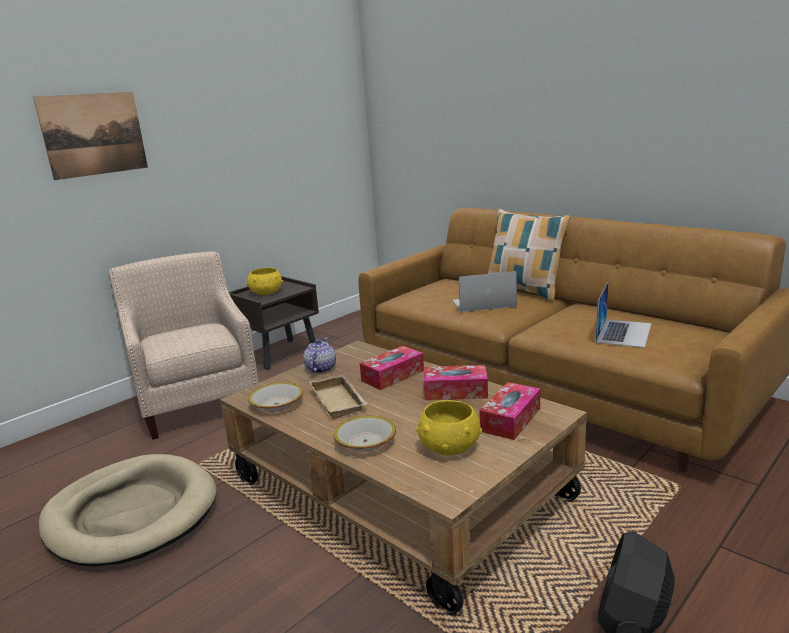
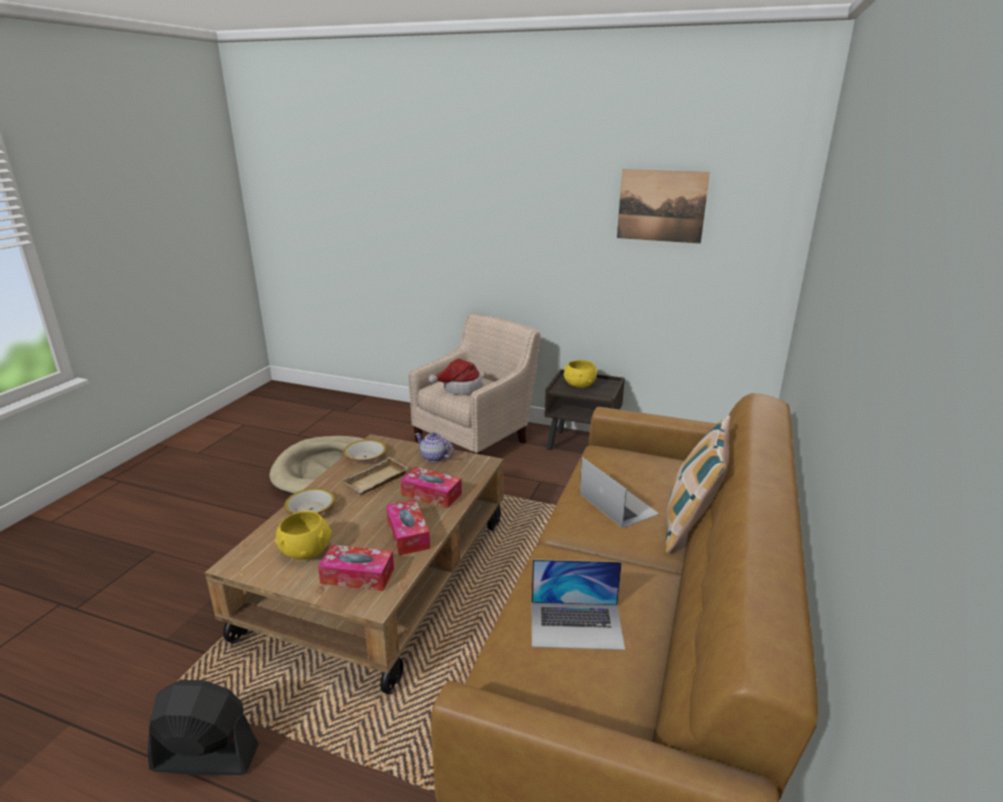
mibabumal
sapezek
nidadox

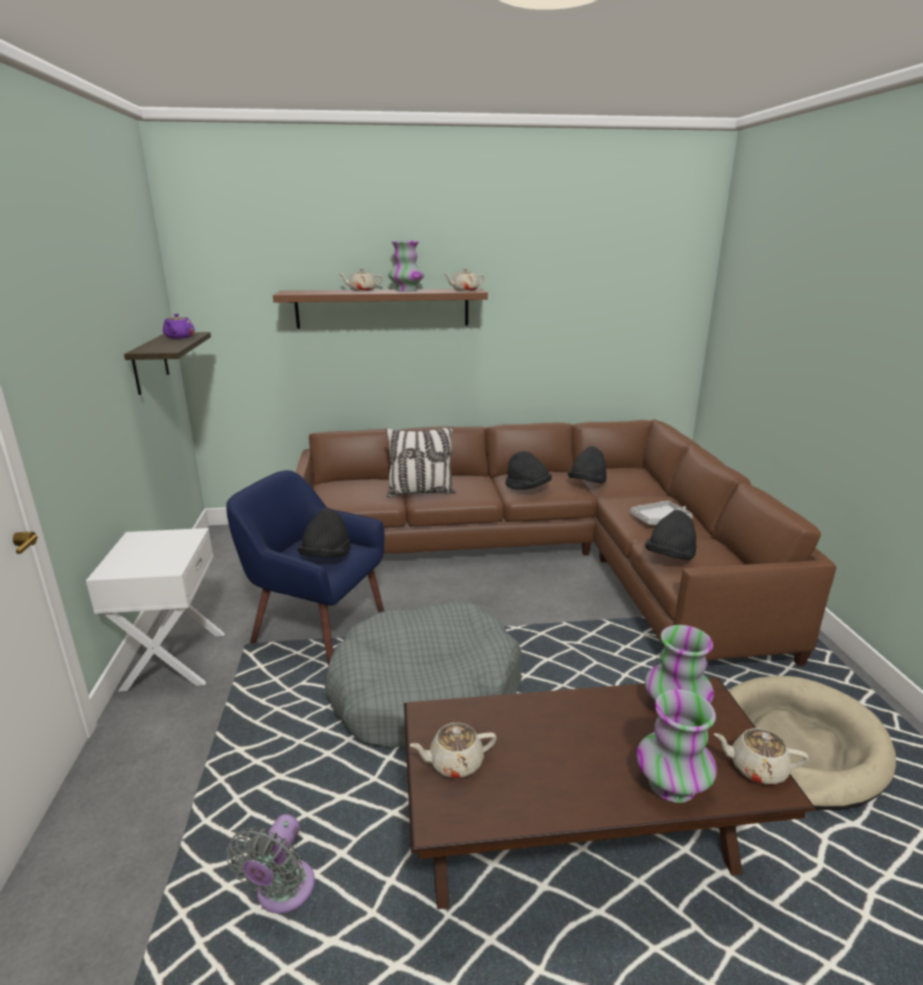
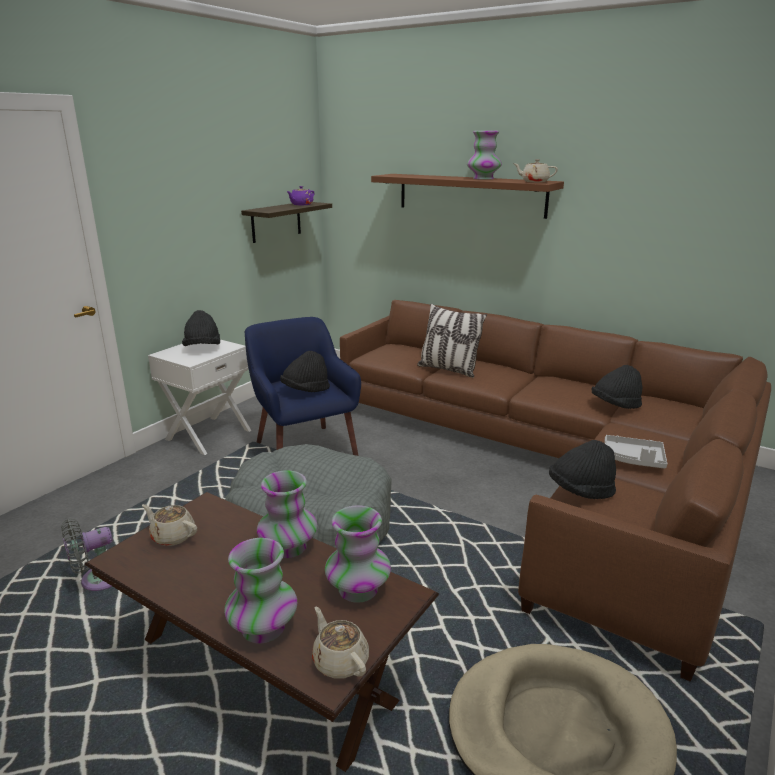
black sapezek (1st from left)
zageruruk (2nd from left)
beige mibabumal (1st from left in the first image)

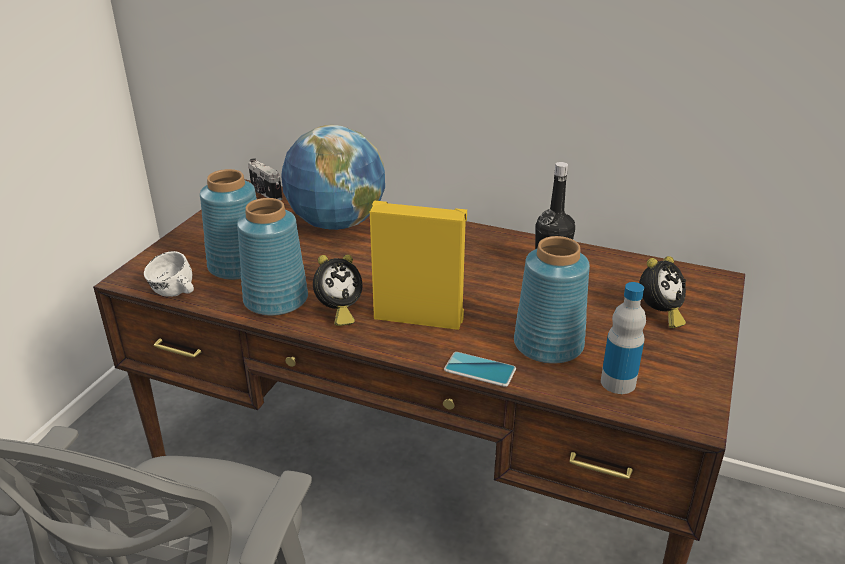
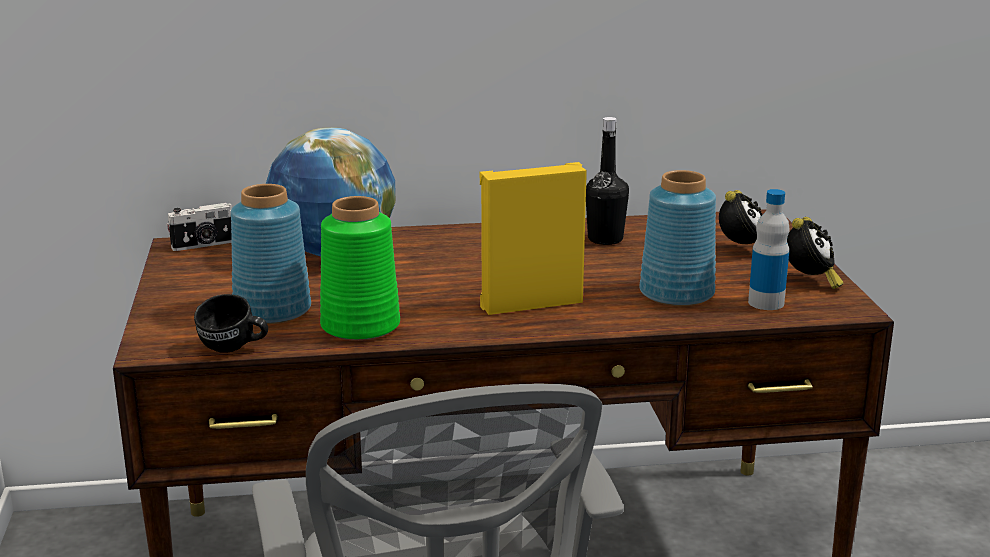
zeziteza
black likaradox
green zageruruk
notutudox (2nd from left)
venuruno

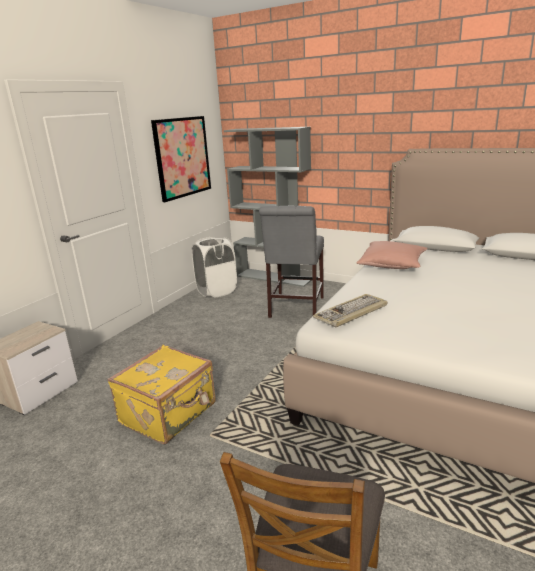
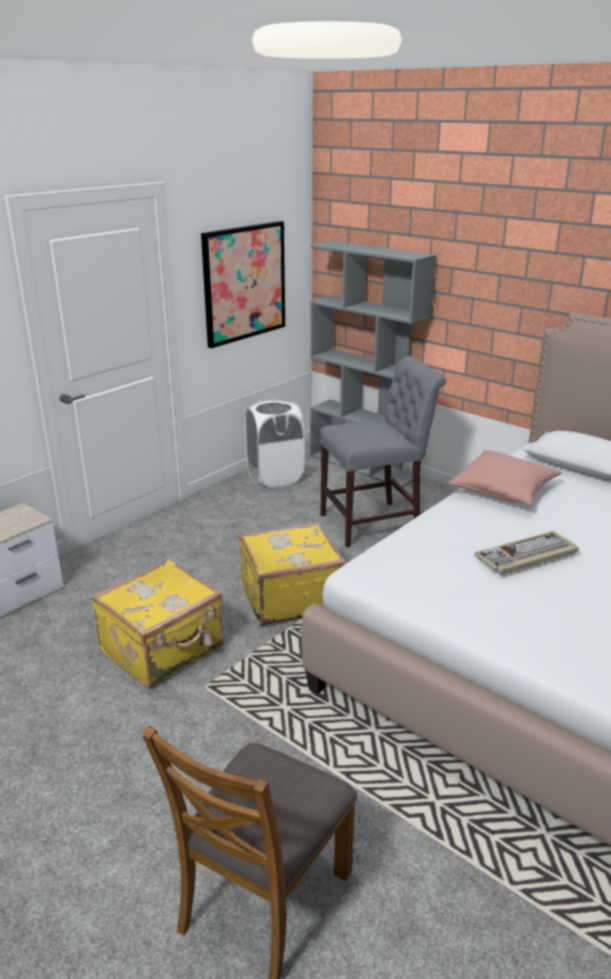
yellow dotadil (2nd from left)
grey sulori
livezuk

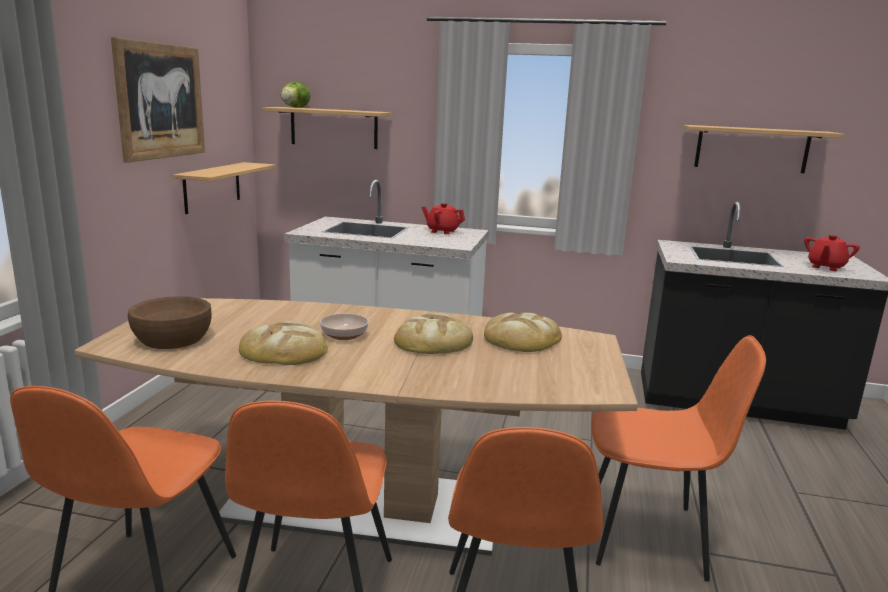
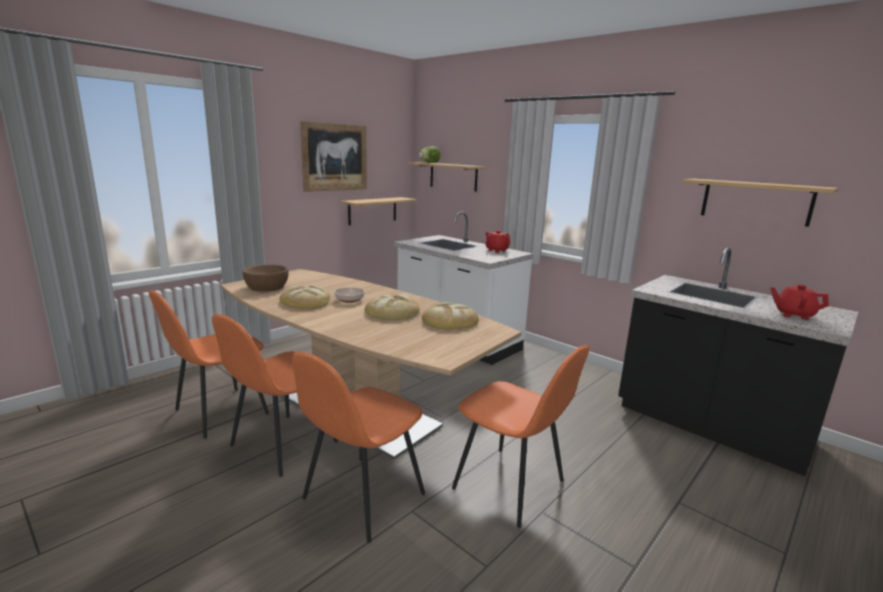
red mibabumal (2nd from left)

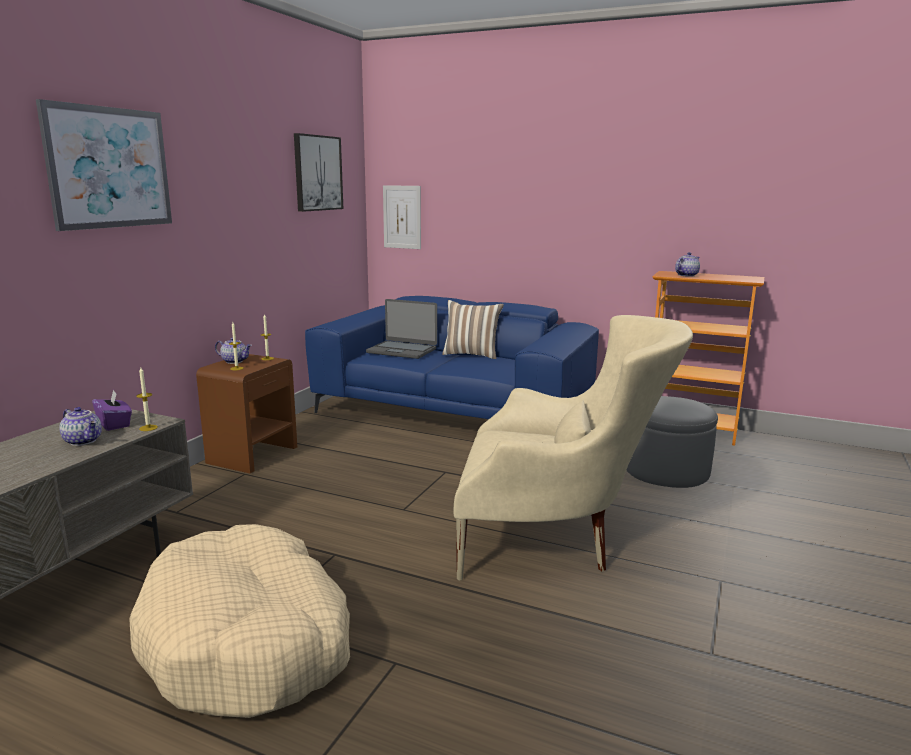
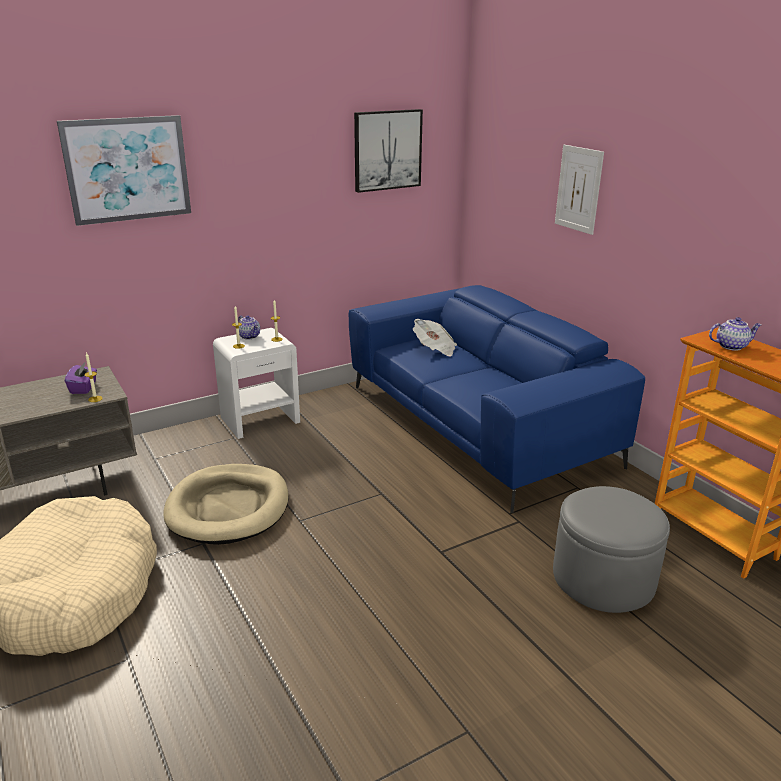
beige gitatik (2nd from left)
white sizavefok
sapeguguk
nidadox (3rd from left)
mibabumal (1st from left in the first image)
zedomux
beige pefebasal

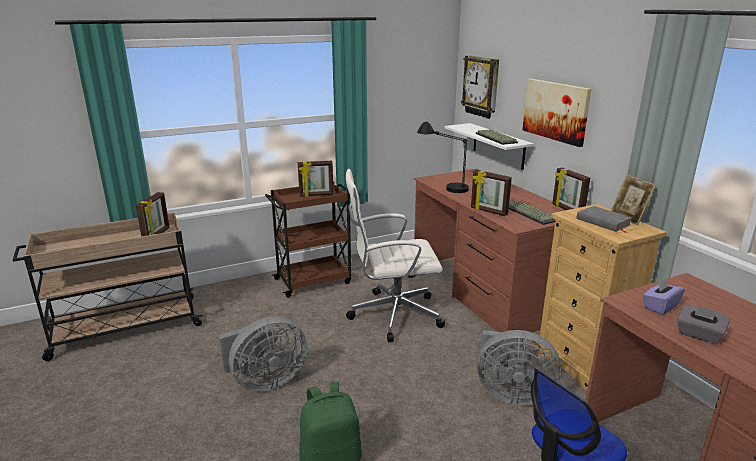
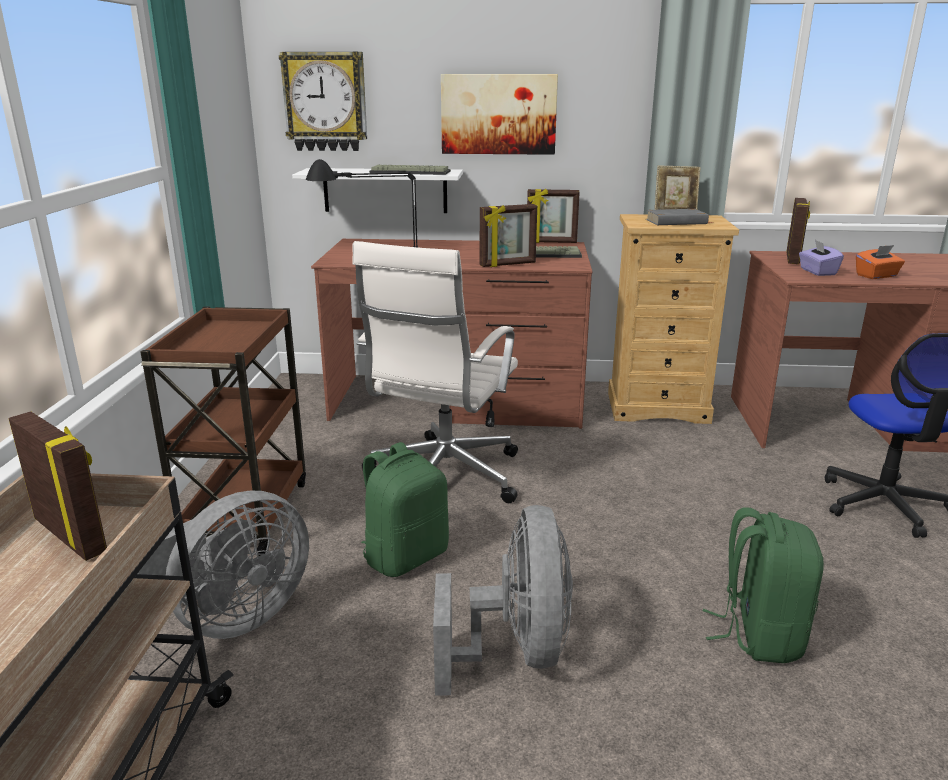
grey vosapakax (1st from left)
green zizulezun (1st from left)
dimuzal (5th from left)
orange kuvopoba

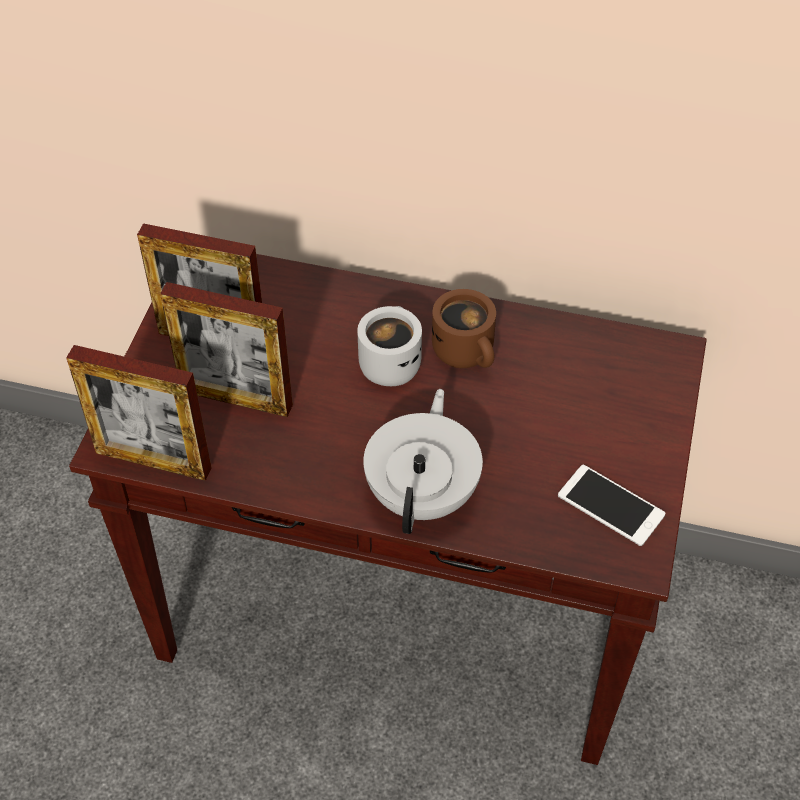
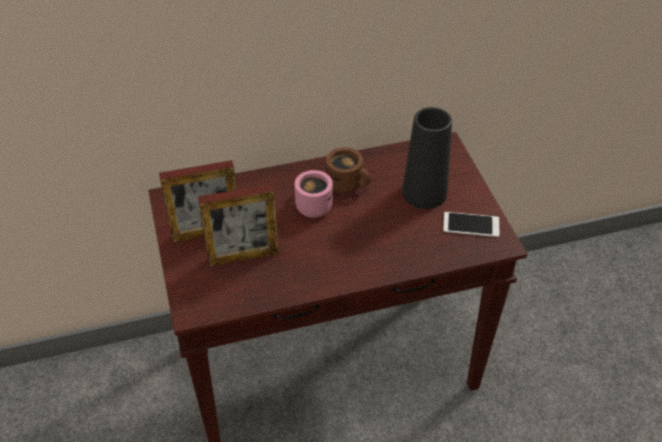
pink likaradox
black zageruruk
dimuzal (1st from left in the first image)
white mibabumal

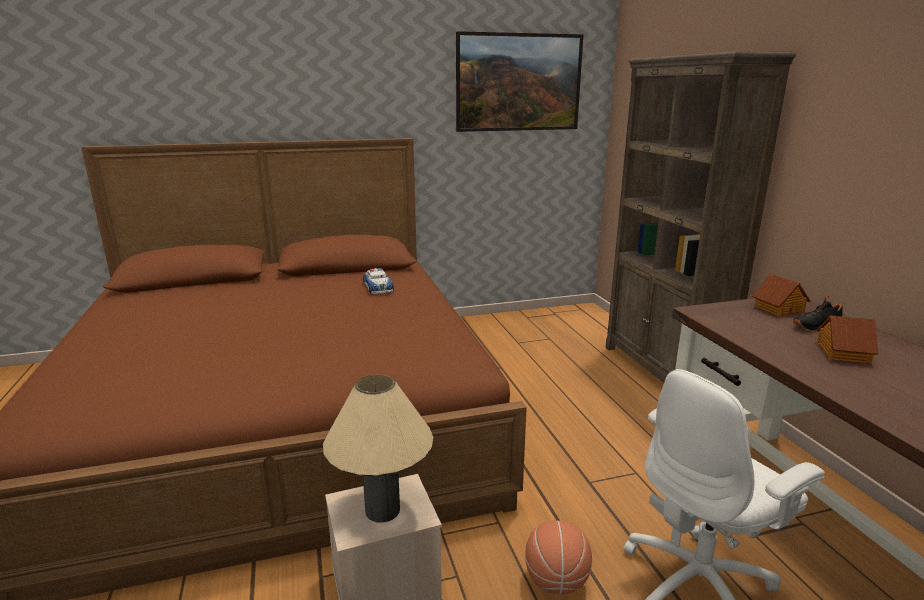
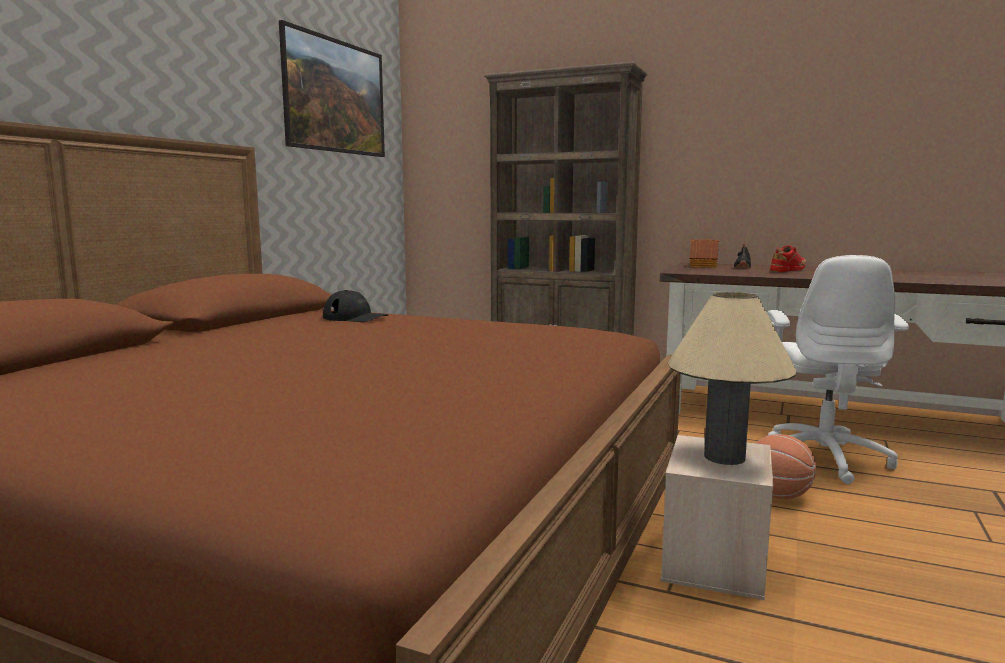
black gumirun
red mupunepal

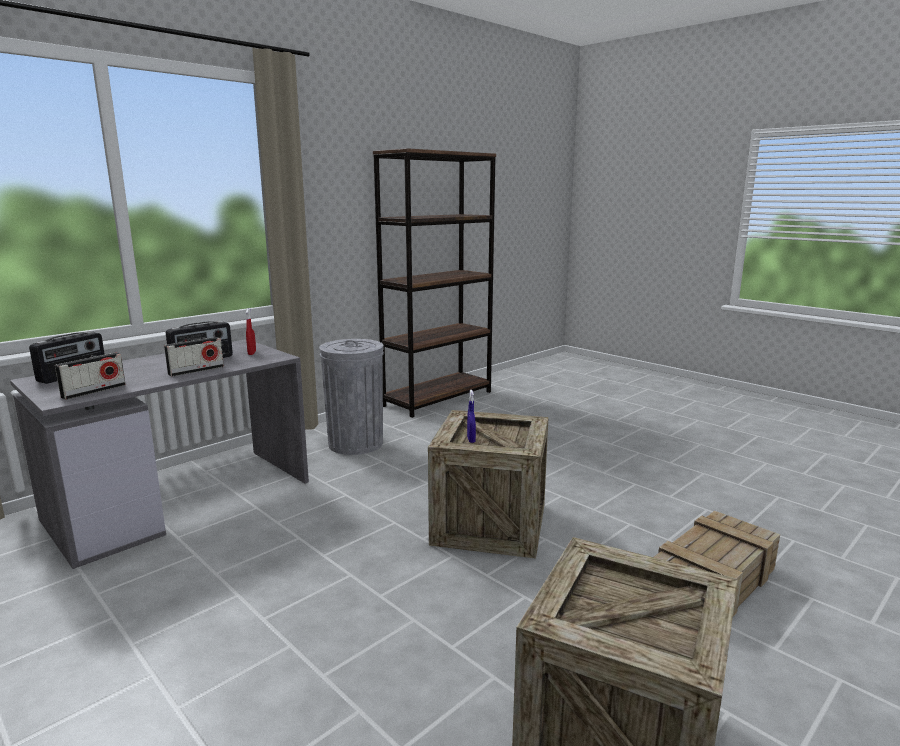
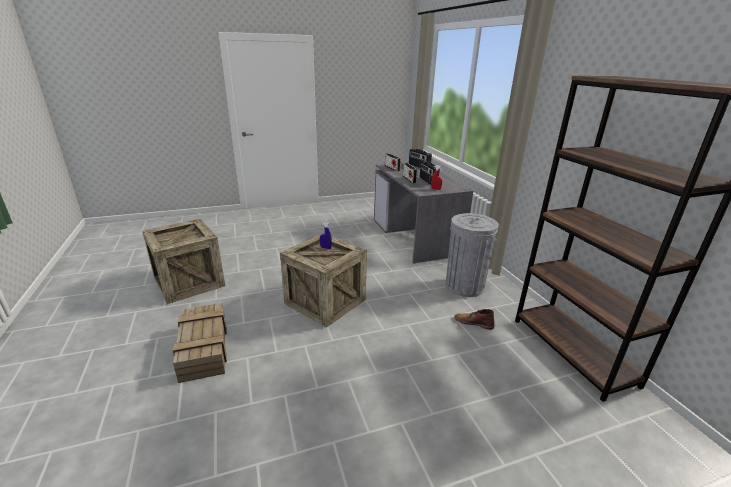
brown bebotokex

